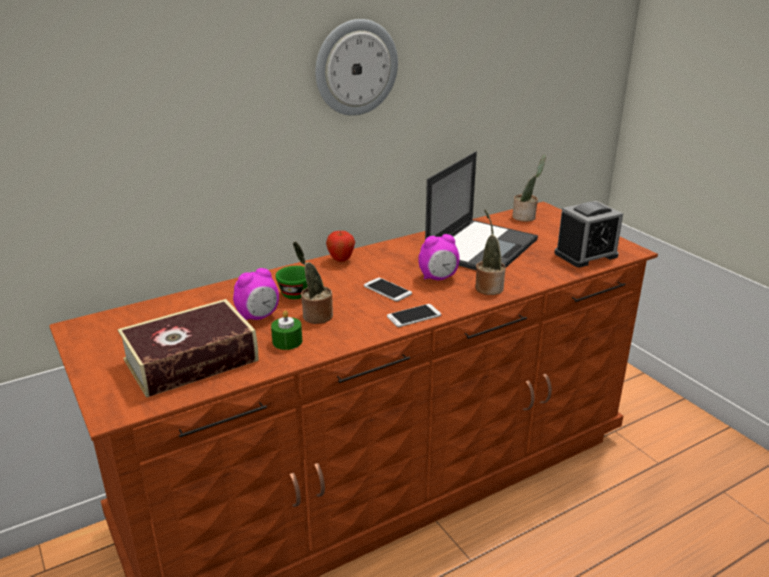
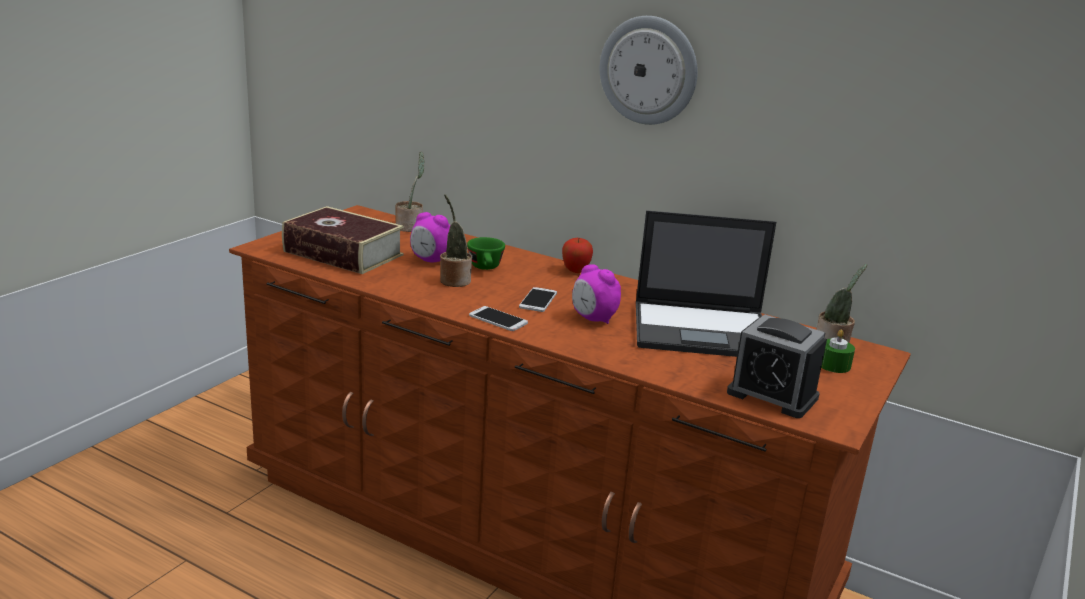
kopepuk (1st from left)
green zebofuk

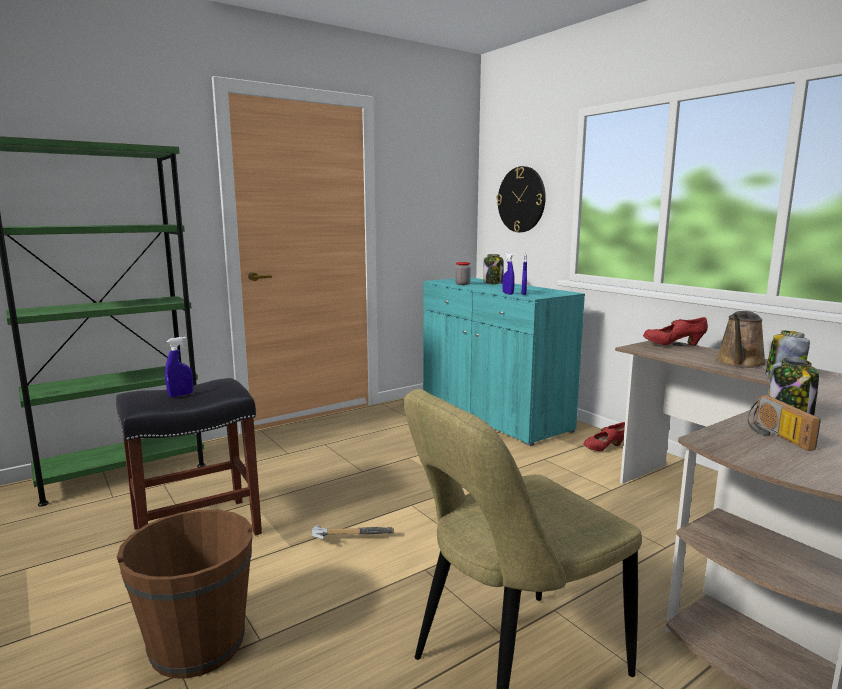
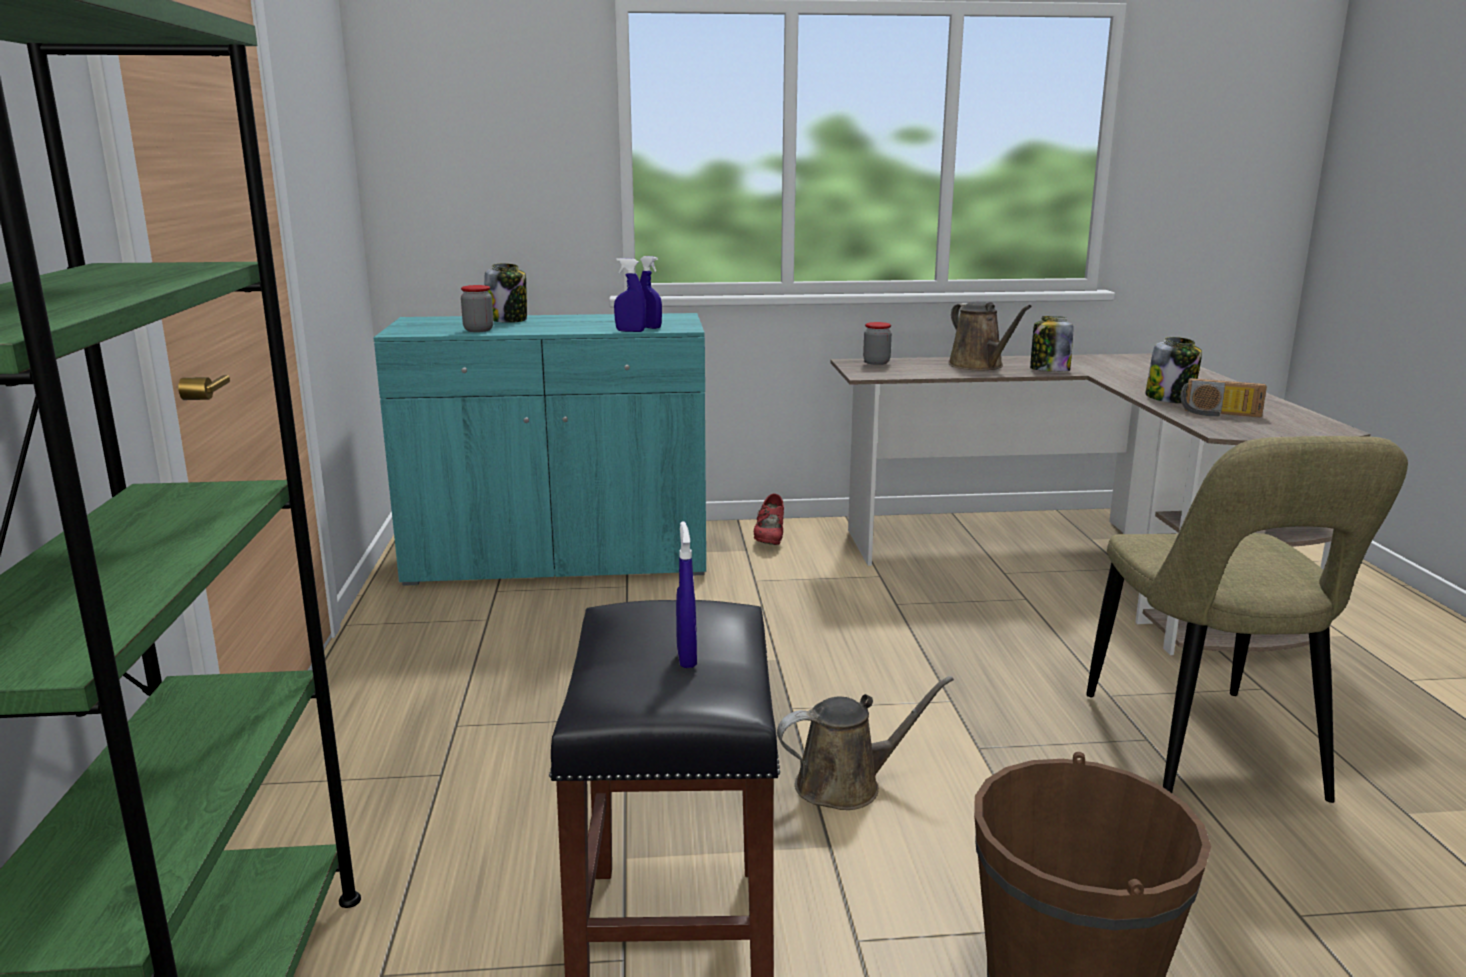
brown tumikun (1st from left)
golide (3rd from left)
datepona

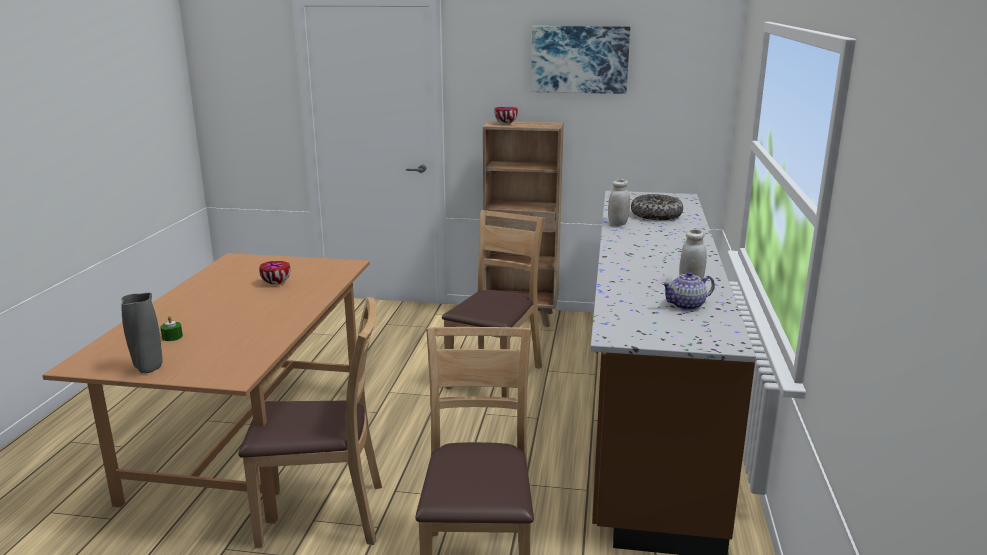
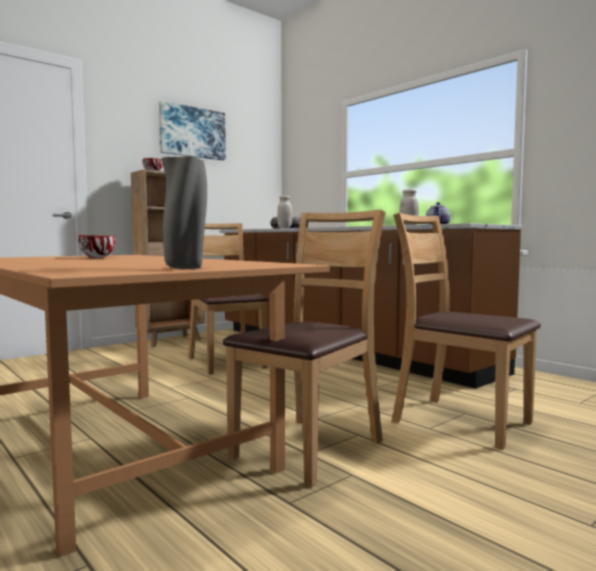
green zebofuk

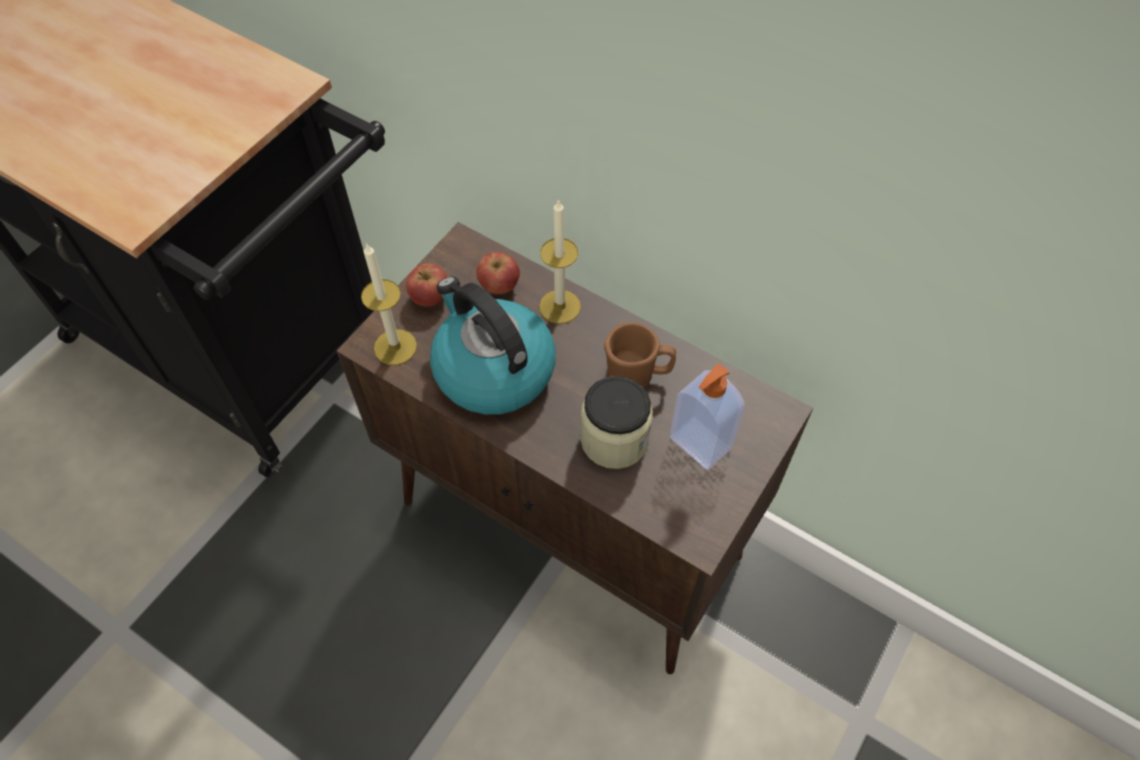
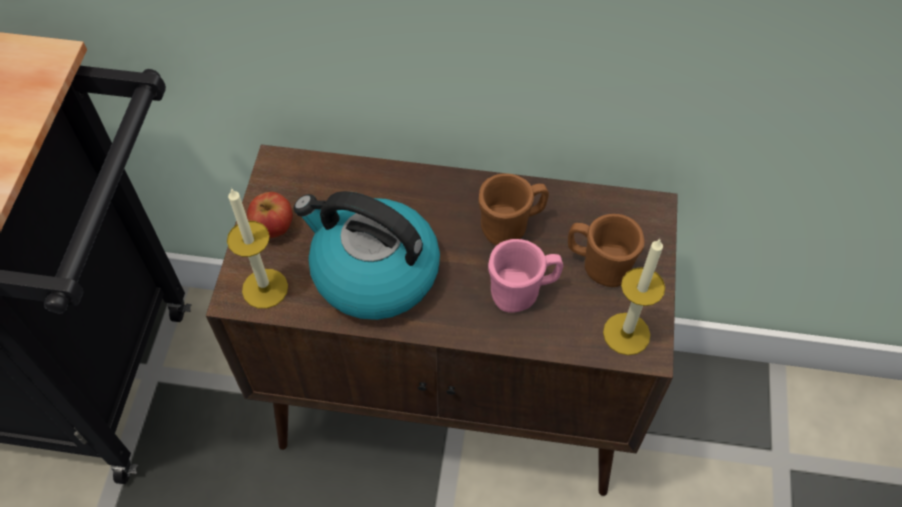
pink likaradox
brown likaradox (2nd from left)
zebofuk (2nd from left)
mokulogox (2nd from left in the first image)

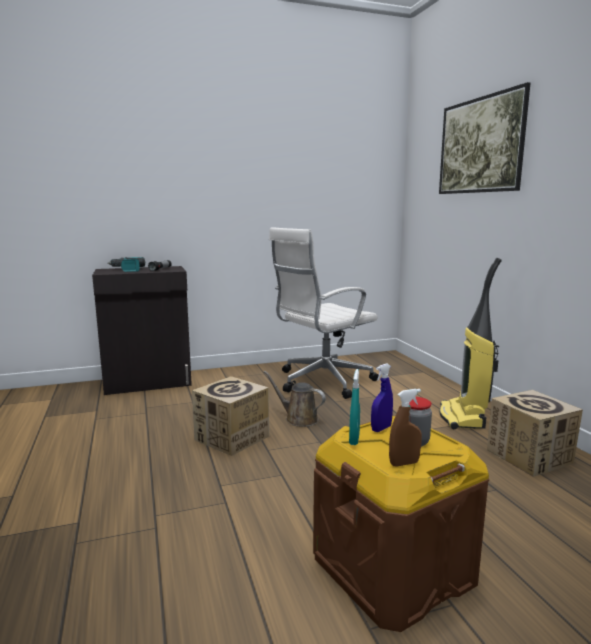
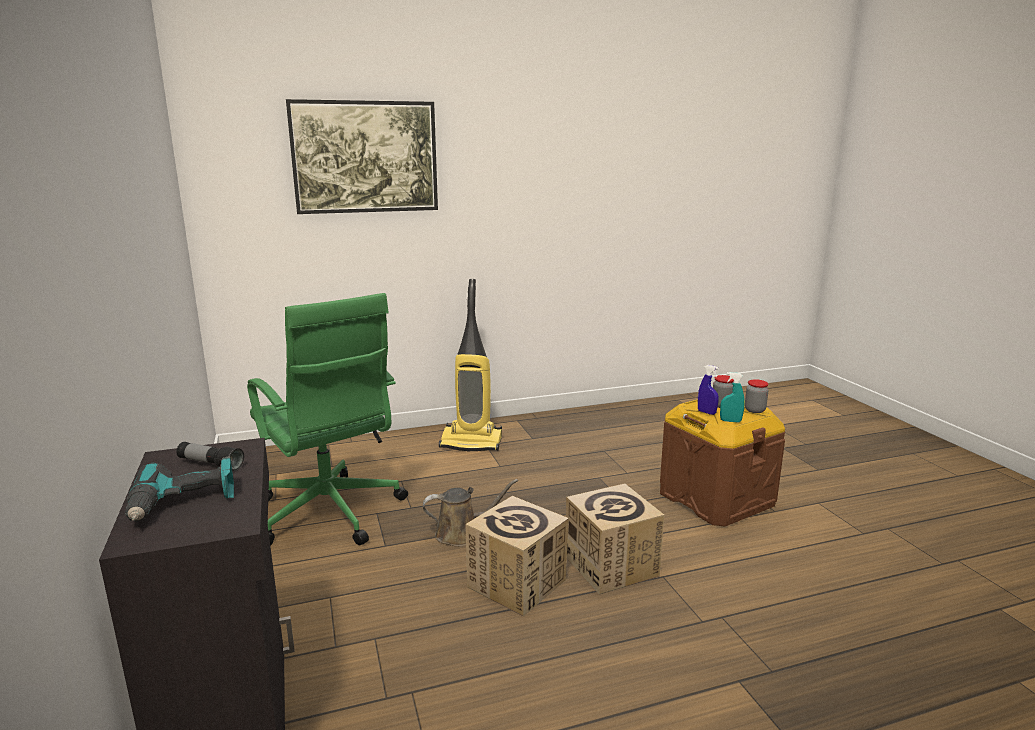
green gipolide
brown tumikun
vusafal (2nd from left)
golide (2nd from left)

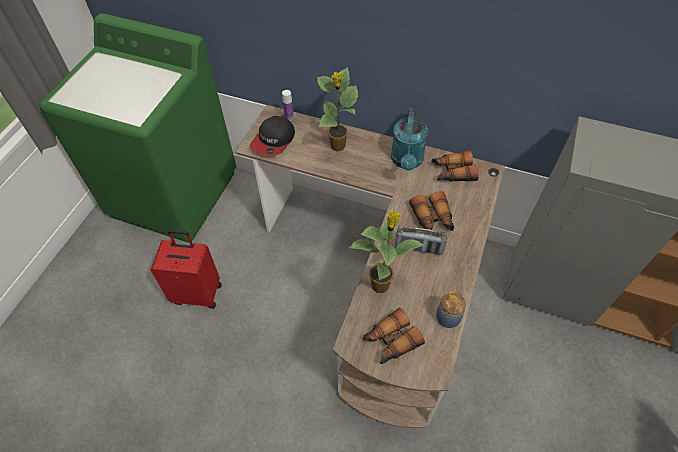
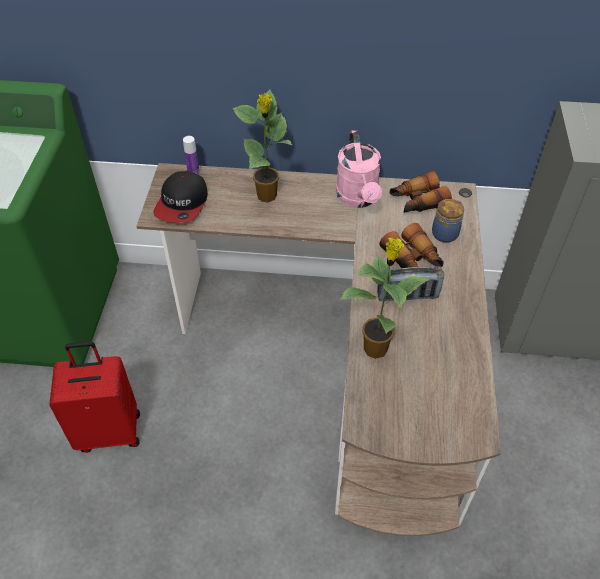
pink tumikun
golide
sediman (1st from left in the first image)

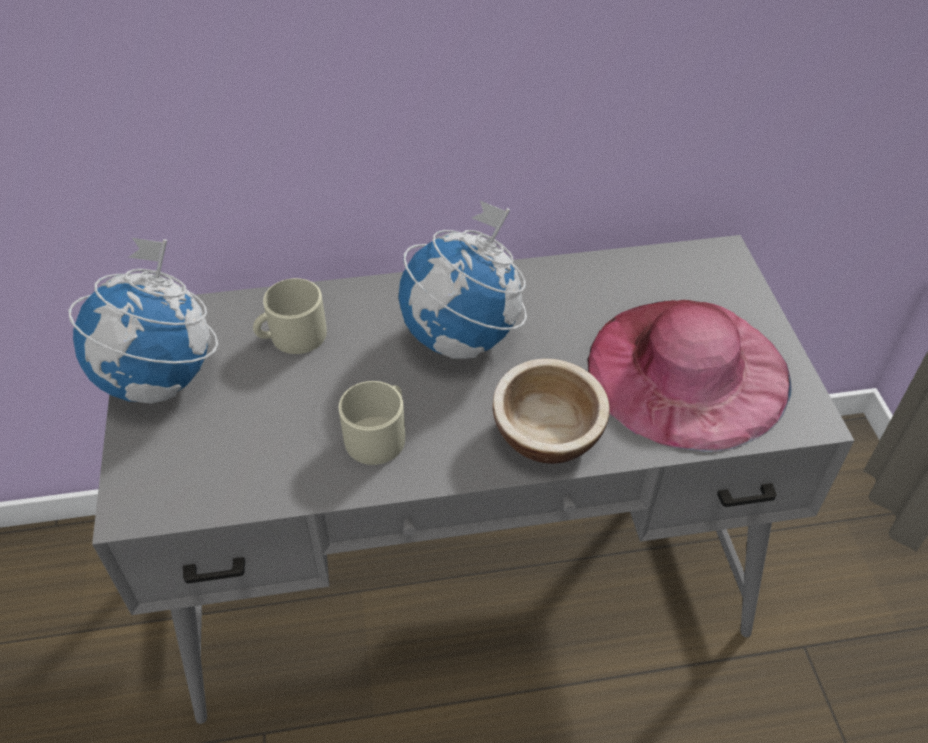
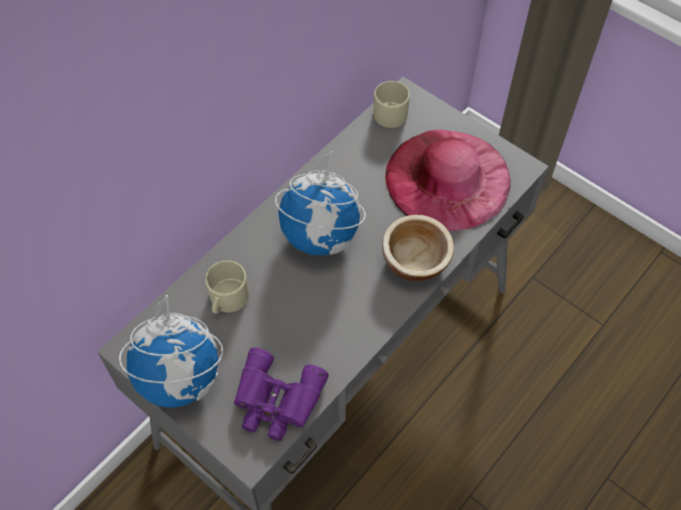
purple sediman
beige likaradox (2nd from left)

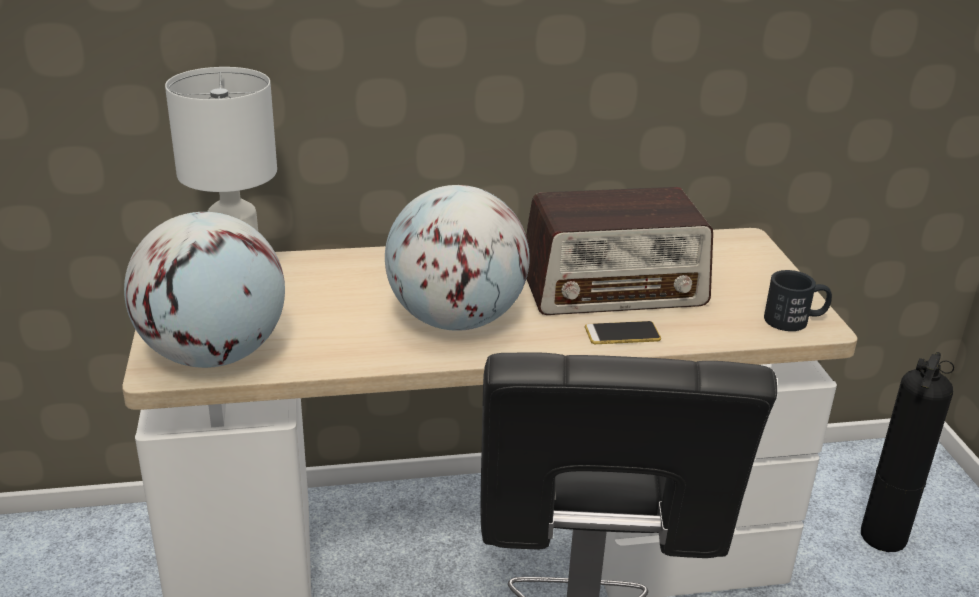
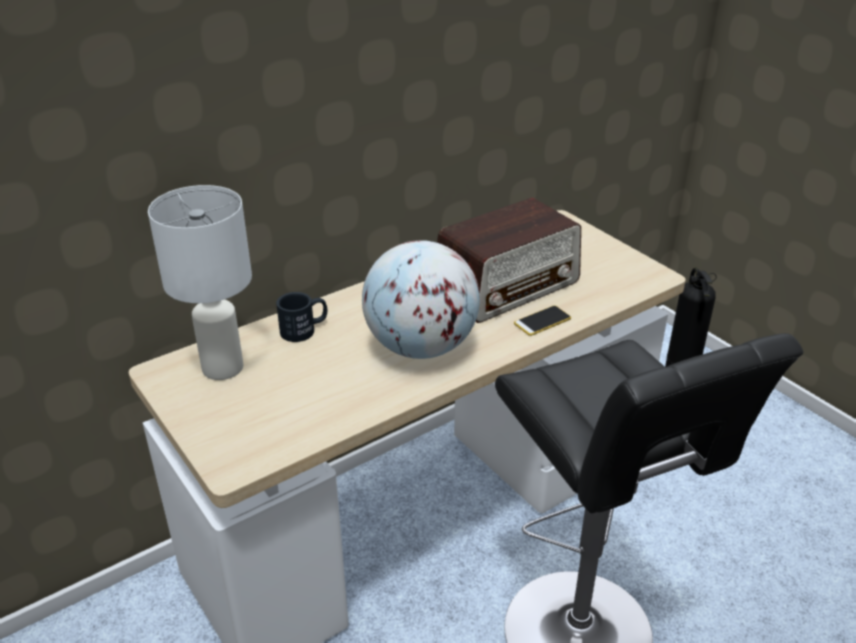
black likaradox
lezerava (1st from left in the first image)

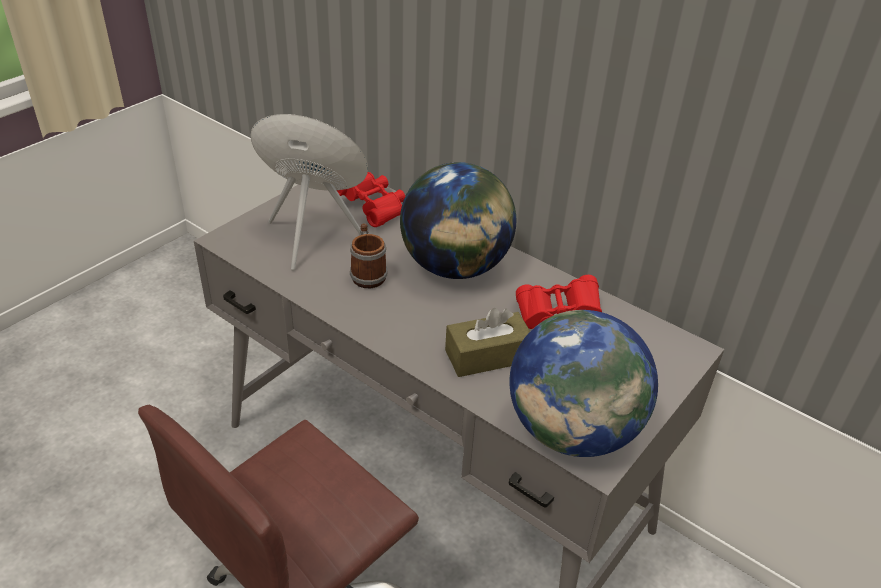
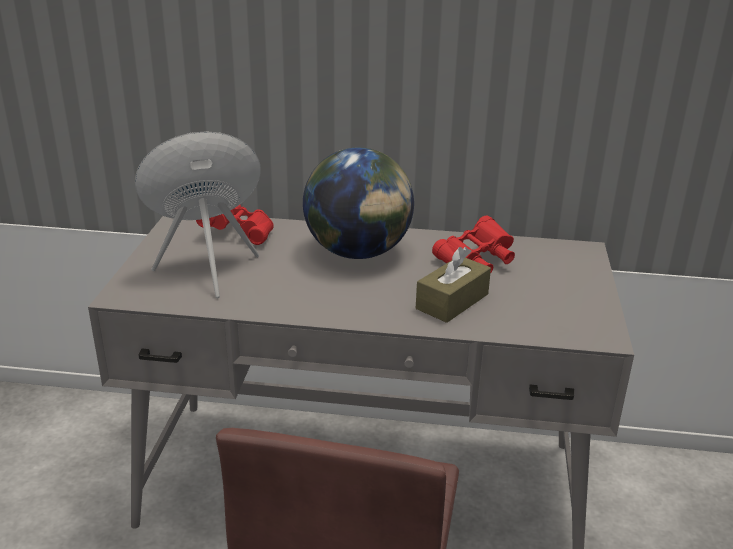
likaradox
lezerava (2nd from left in the first image)

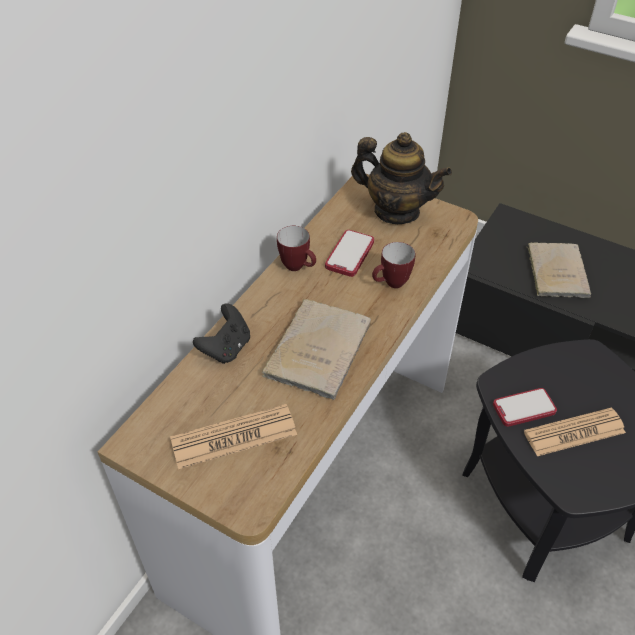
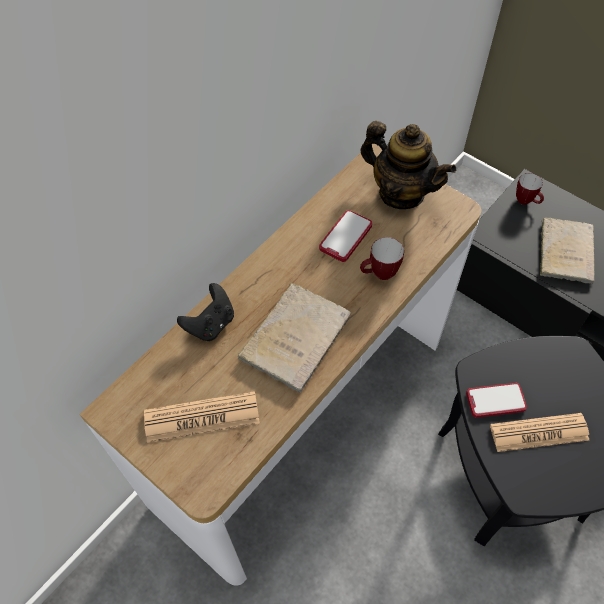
likaradox (2nd from left)

